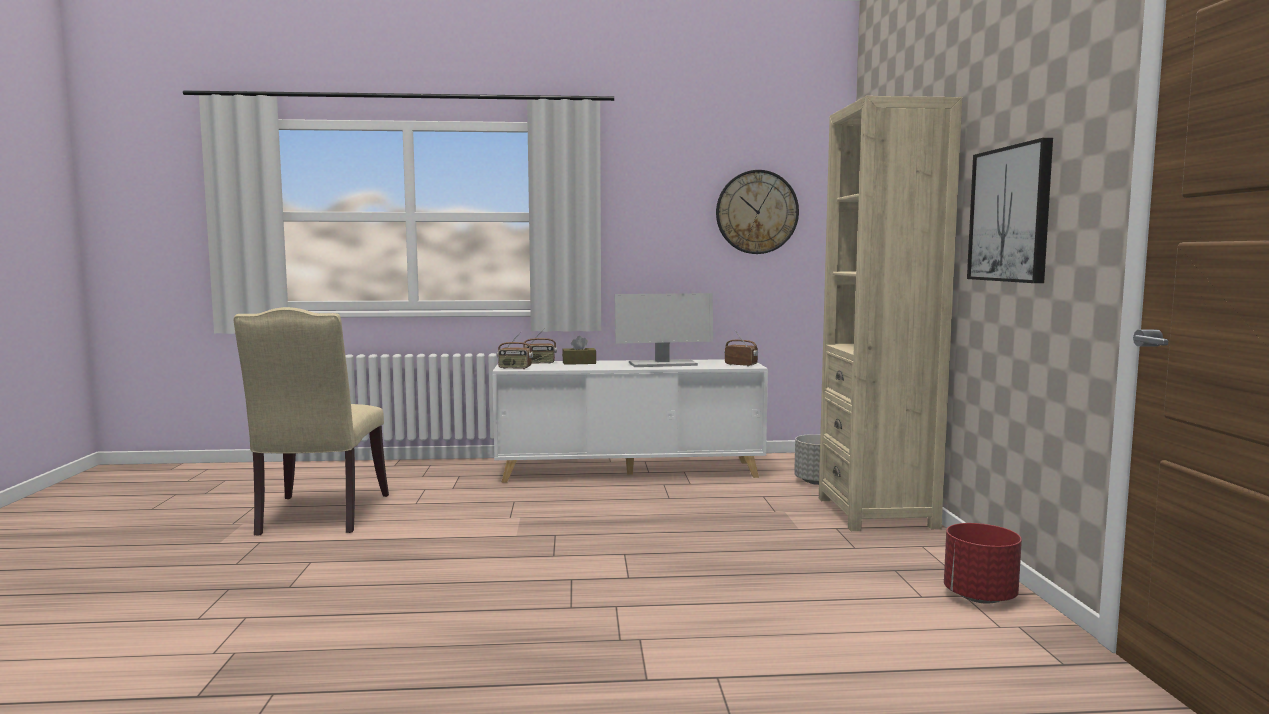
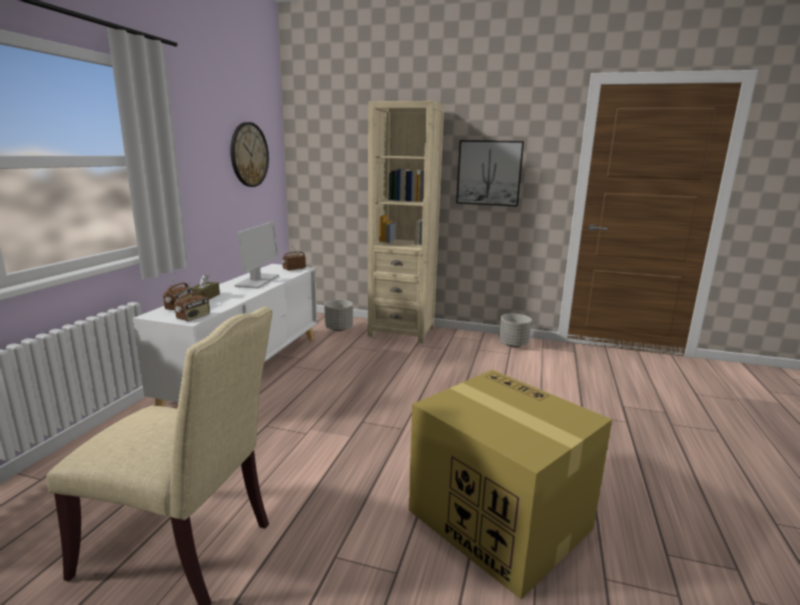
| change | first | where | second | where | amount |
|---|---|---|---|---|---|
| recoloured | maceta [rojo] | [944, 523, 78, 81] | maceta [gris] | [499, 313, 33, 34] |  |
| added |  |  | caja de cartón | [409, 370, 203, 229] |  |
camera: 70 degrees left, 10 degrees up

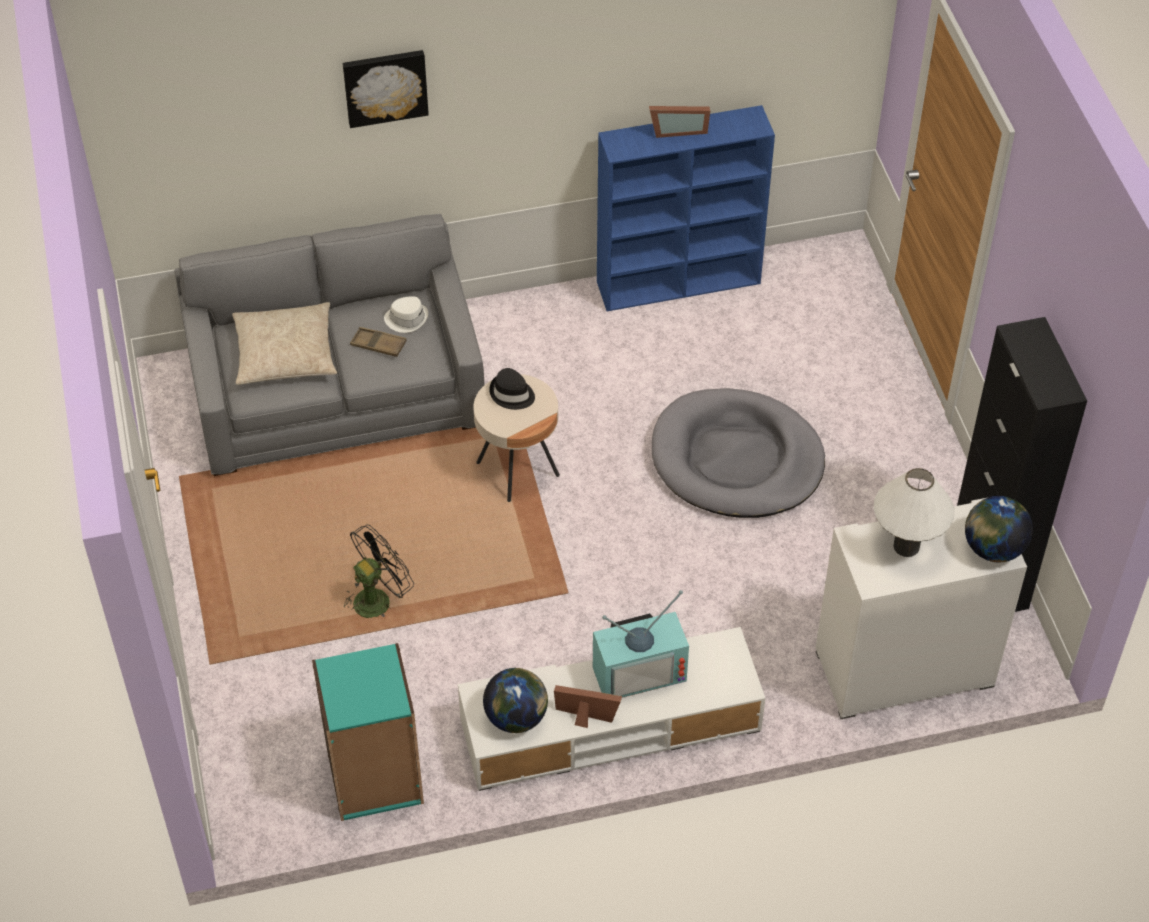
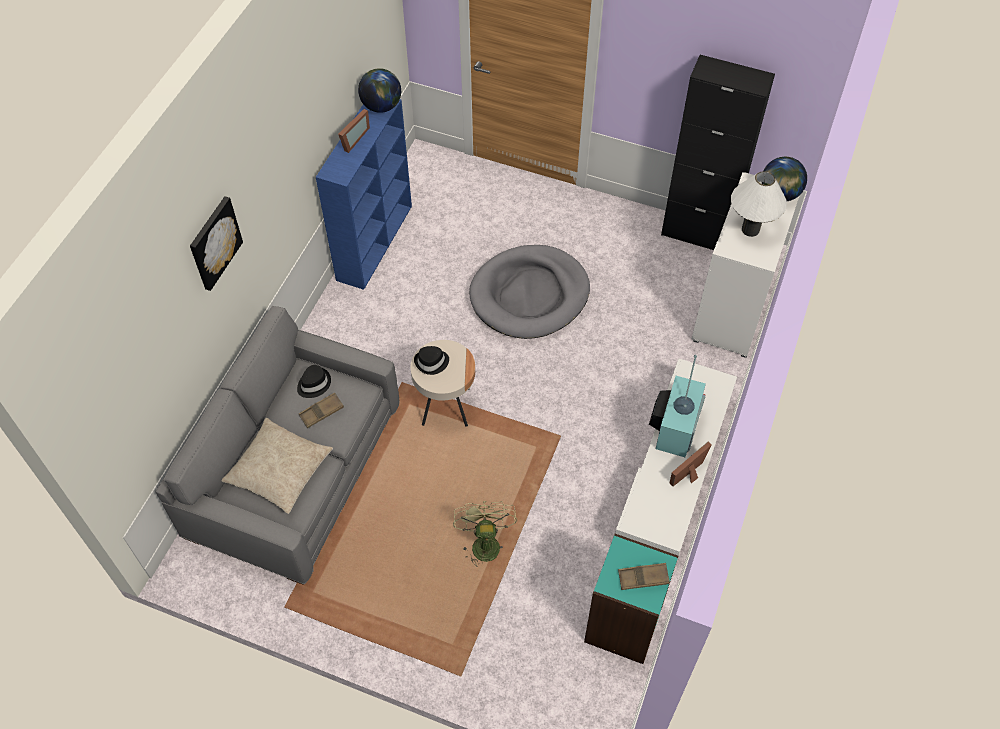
| change | first | where | second | where | amount |
|---|---|---|---|---|---|
| recoloured | ventilador [negro] | [344, 525, 70, 93] | ventilador [verde] | [453, 501, 64, 66] |  |
| recoloured | sombrero [blanco] | [384, 296, 44, 37] | sombrero [negro] | [297, 365, 34, 33] |  |
| moved | globo terráqueo | [483, 668, 65, 65] |  | [358, 68, 43, 45] |  |
| added |  |  | bandeja [marrón] | [618, 563, 52, 27] |  |
camera: 55 degrees left, 5 degrees up

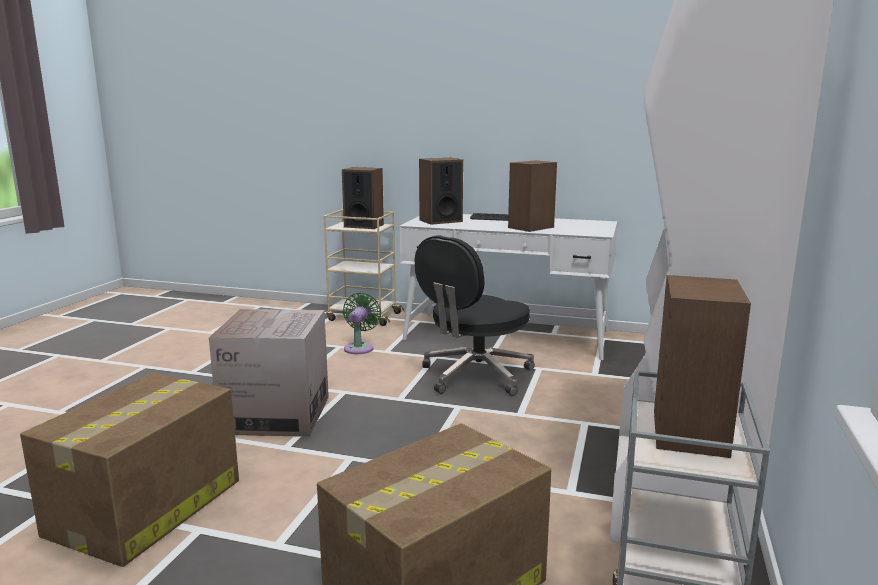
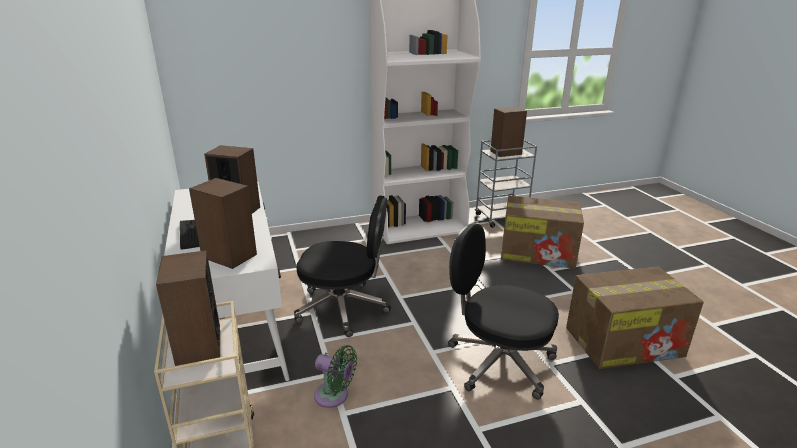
| change | first | where | second | where | amount |
|---|---|---|---|---|---|
| replaced | caja de cartón | [209, 309, 120, 128] | silla de oficina [negro] | [448, 223, 111, 176] |  |
| turned | ventilador [verde] | [343, 293, 38, 61] |  | [314, 345, 43, 63] | 135 degrees counterclockwise |
camera: 125 degrees left, 10 degrees up

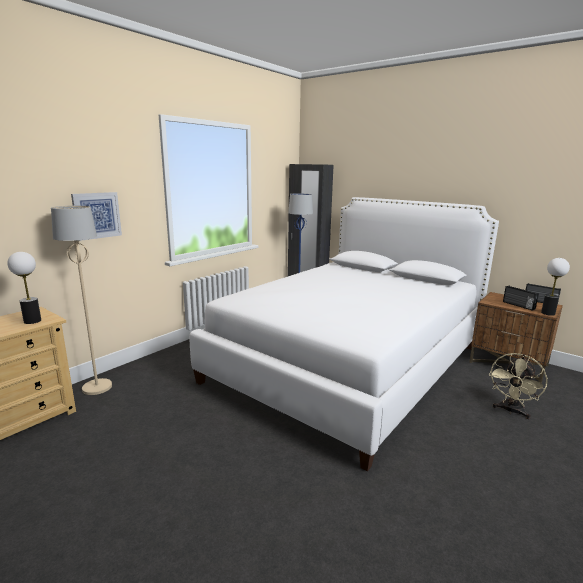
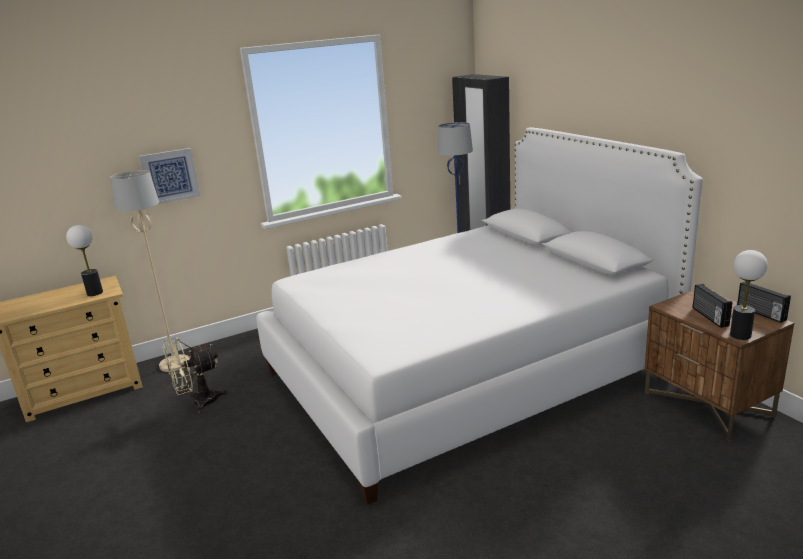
| change | first | where | second | where | amount |
|---|---|---|---|---|---|
| moved | ventilador [beis] | [489, 353, 59, 66] |  | [162, 337, 65, 76] |  |
camera: 25 degrees right, 5 degrees up

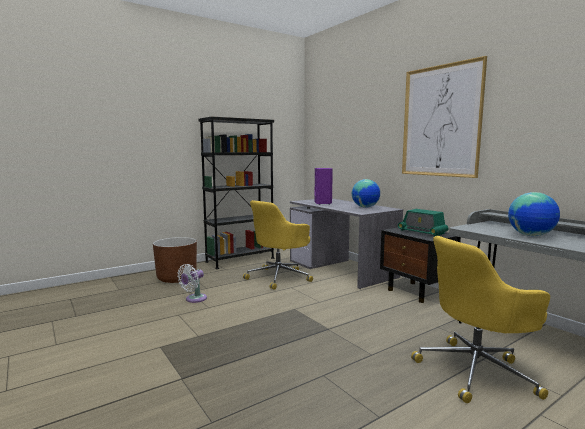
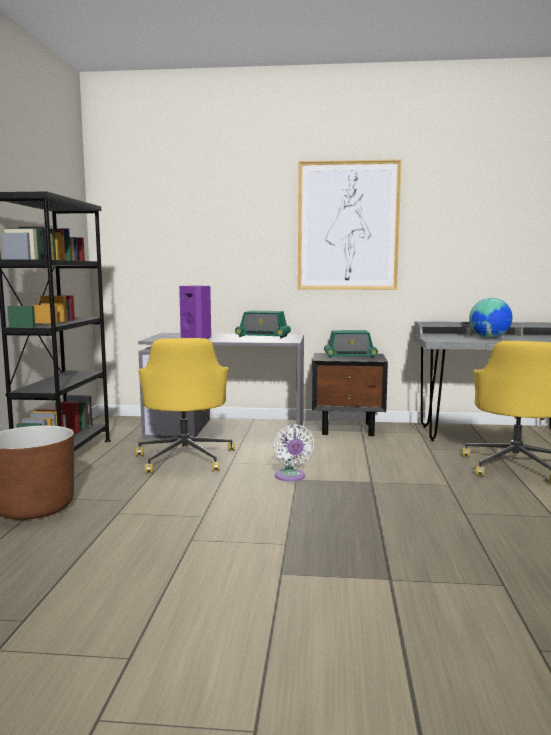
| change | first | where | second | where | amount |
|---|---|---|---|---|---|
| moved | ventilador [blanco] | [177, 264, 30, 39] |  | [273, 424, 41, 57] |  |
| replaced | globo terráqueo | [352, 179, 28, 29] | radio | [235, 311, 56, 27] |  |
camera: 50 degrees left, 0 degrees up

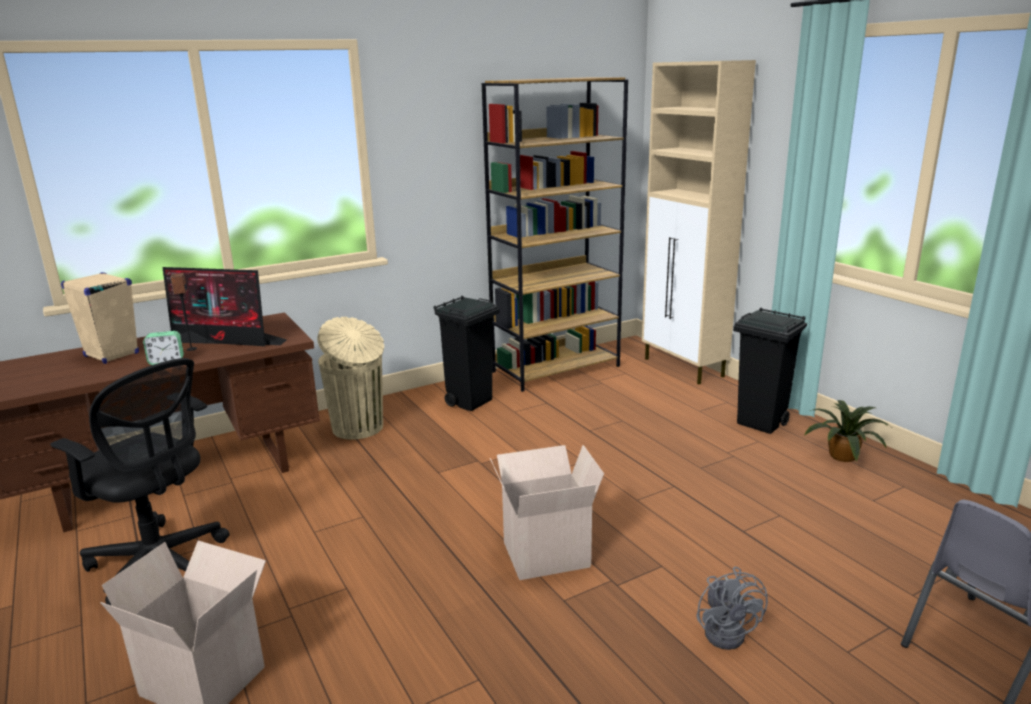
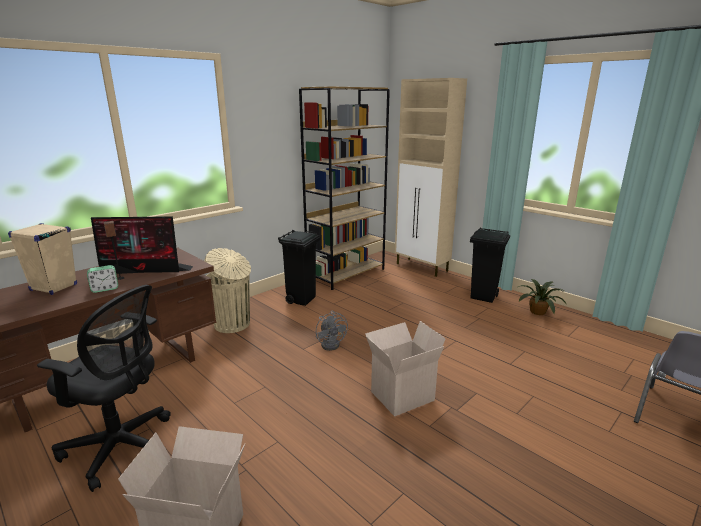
| change | first | where | second | where | amount |
|---|---|---|---|---|---|
| moved | ventilador [gris] | [696, 566, 72, 84] |  | [316, 311, 32, 40] |  |
camera: 15 degrees left, 0 degrees up

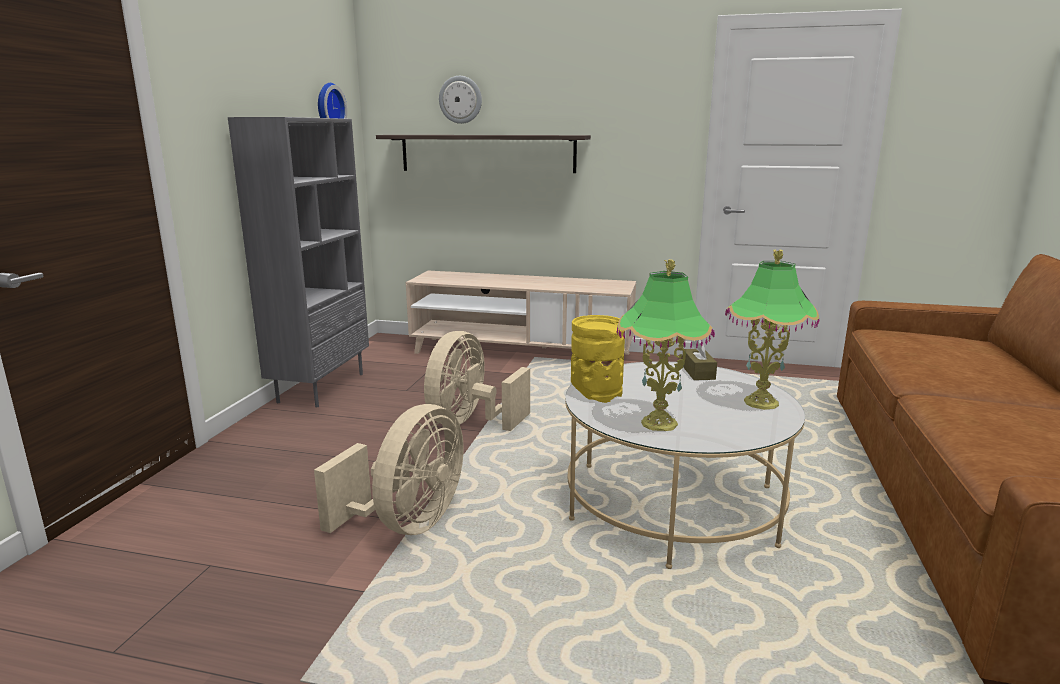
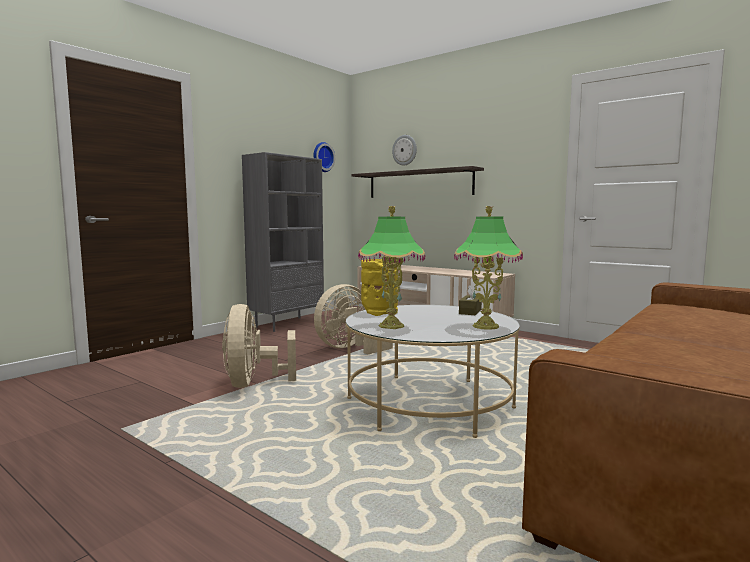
| change | first | where | second | where | amount |
|---|---|---|---|---|---|
| turned | ventilador [beis] | [314, 404, 150, 131] |  | [222, 304, 74, 84] | 120 degrees clockwise |
camera: 25 degrees right, 10 degrees down

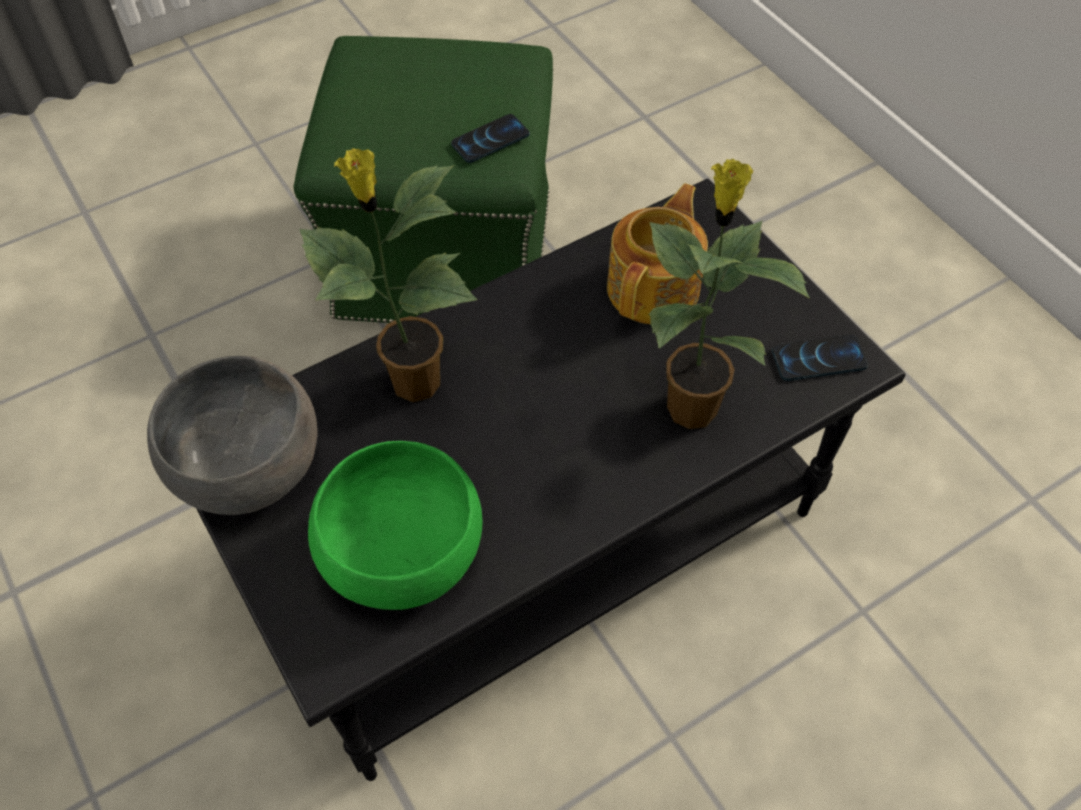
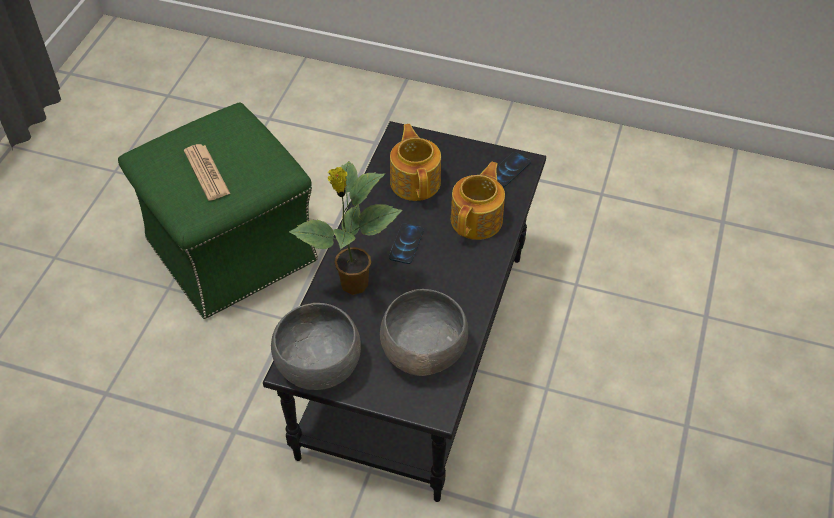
| change | first | where | second | where | amount |
|---|---|---|---|---|---|
| recoloured | cuenco [verde] | [308, 441, 175, 169] | cuenco [gris] | [380, 289, 88, 87] |  |
| moved | móvil | [451, 114, 79, 49] |  | [389, 223, 35, 41] |  |
| replaced | planta en maceta | [649, 159, 161, 270] | tetera | [451, 161, 54, 79] |  |
| added |  |  | periódico | [184, 144, 46, 56] |  |
camera: 40 degrees left, 5 degrees down

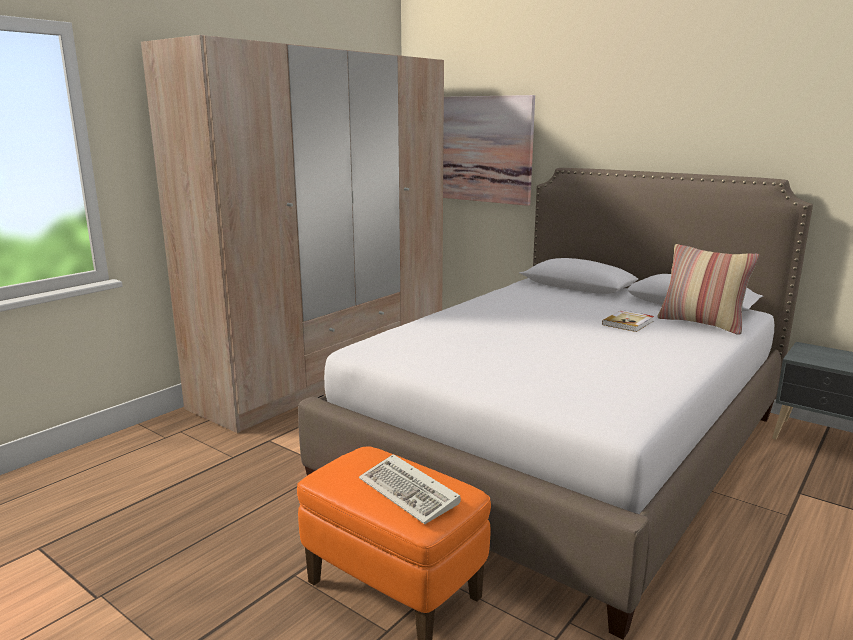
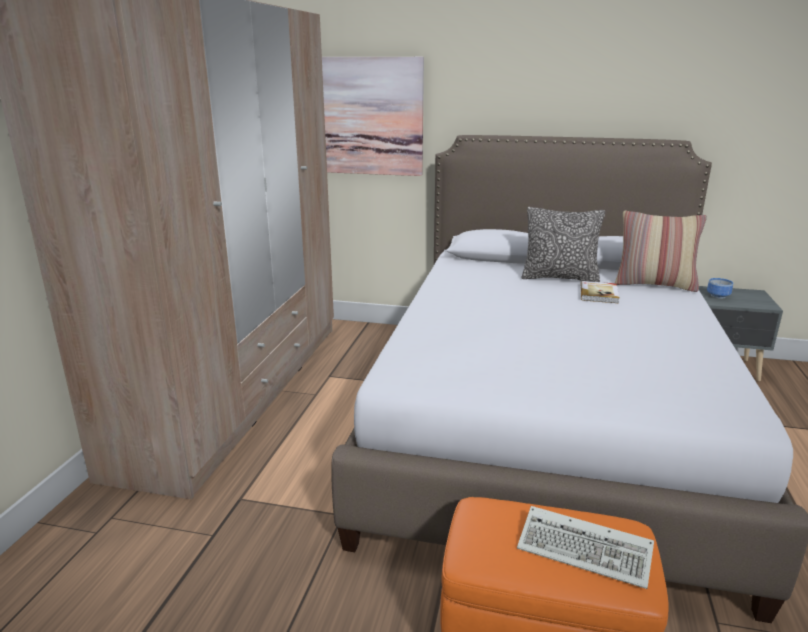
| change | first | where | second | where | amount |
|---|---|---|---|---|---|
| added |  |  | cojín | [521, 207, 84, 75] |  |
| added |  |  | cuenco | [707, 278, 26, 21] |  |
camera: 25 degrees left, 5 degrees up

